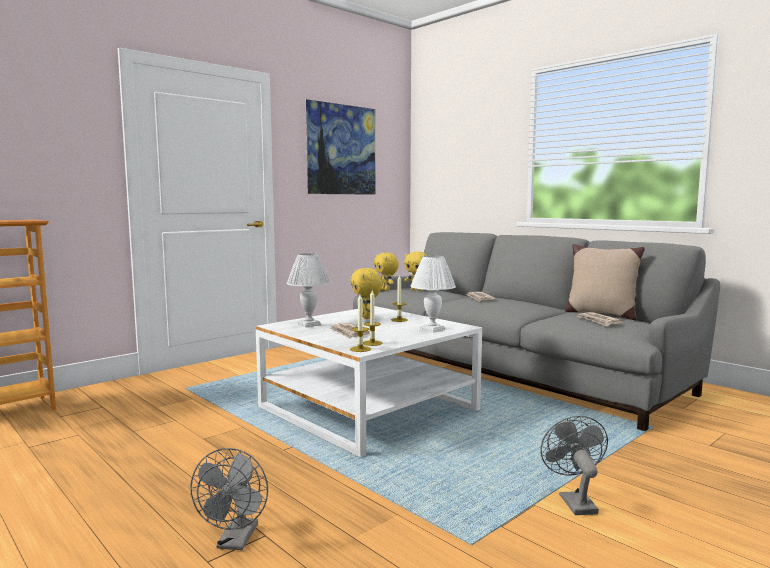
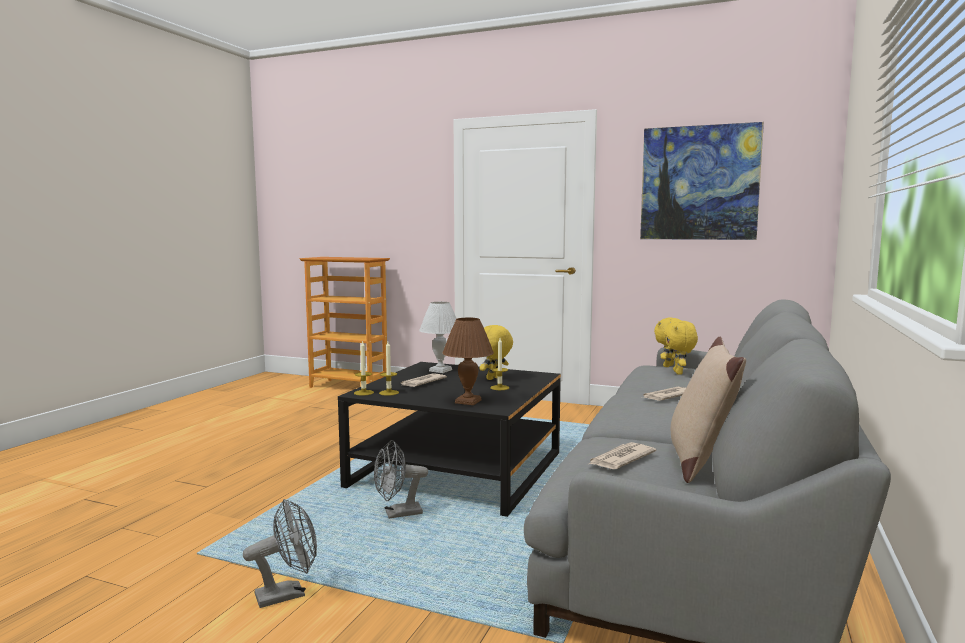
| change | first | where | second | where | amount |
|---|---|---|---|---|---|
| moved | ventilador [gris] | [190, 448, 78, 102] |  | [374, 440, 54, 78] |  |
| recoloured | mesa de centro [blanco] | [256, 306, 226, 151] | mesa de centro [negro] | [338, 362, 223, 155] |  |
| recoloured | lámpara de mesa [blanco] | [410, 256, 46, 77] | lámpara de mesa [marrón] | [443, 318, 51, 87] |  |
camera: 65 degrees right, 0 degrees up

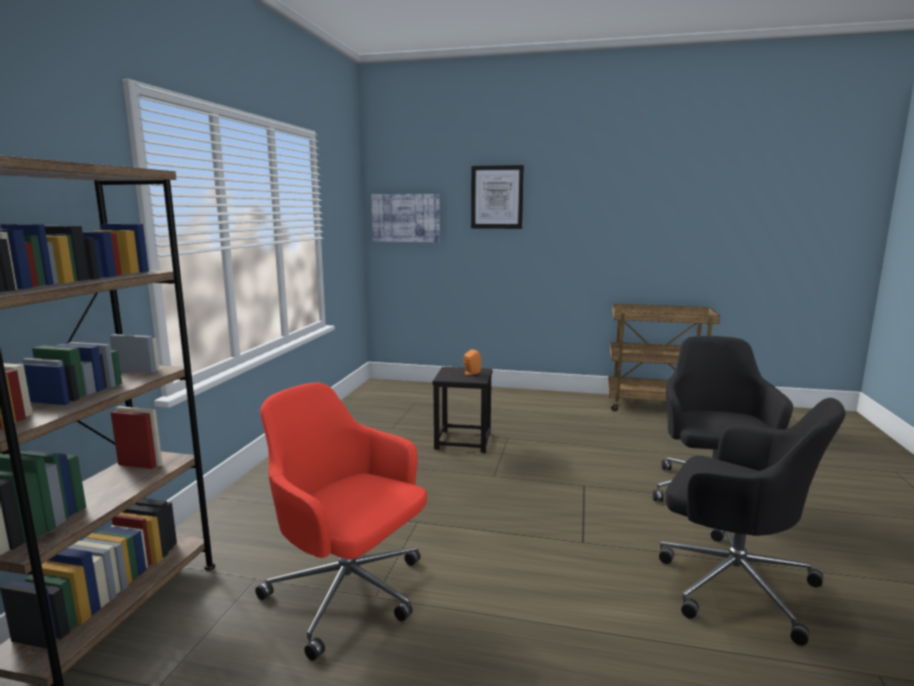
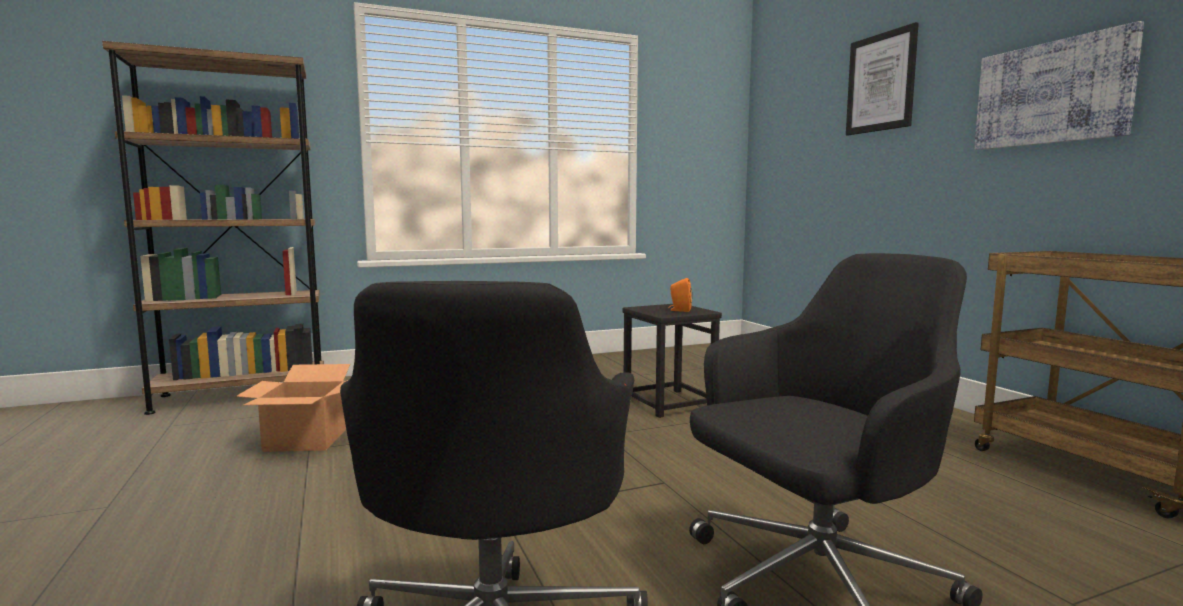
| change | first | where | second | where | amount |
|---|---|---|---|---|---|
| replaced | silla de oficina [rojo] | [255, 382, 172, 279] | caja de cartón | [236, 364, 114, 88] |  |
| moved | cuadro | [371, 194, 69, 49] |  | [974, 21, 170, 129] |  |
camera: 55 degrees right, 5 degrees down

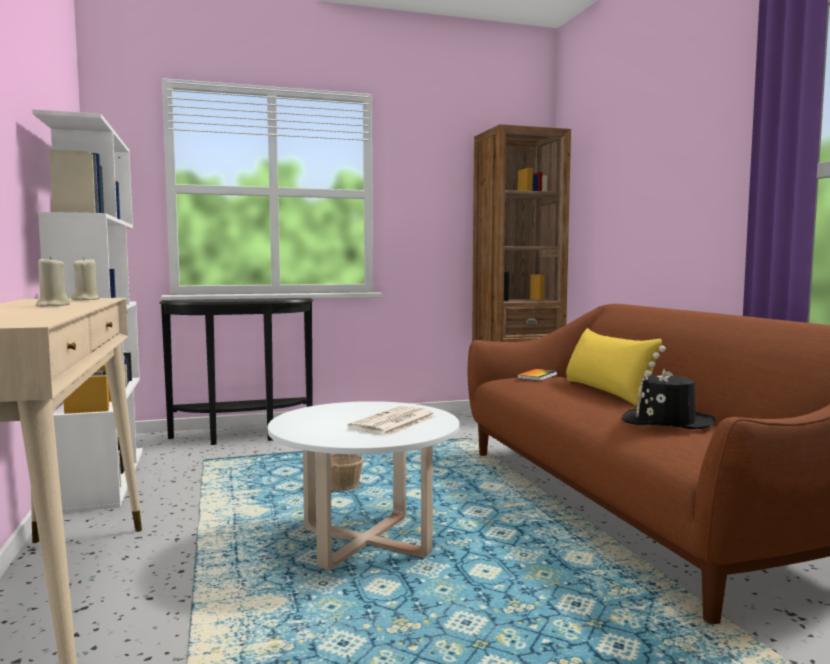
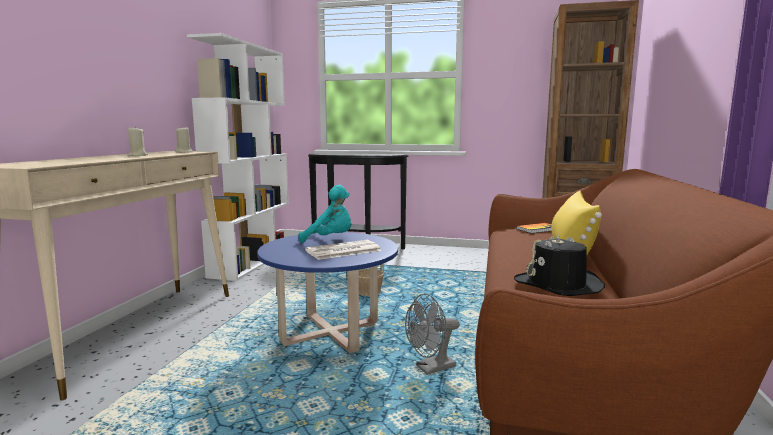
| change | first | where | second | where | amount |
|---|---|---|---|---|---|
| recoloured | mesa de centro [blanco] | [268, 401, 191, 170] | mesa de centro [azul] | [257, 232, 141, 121] |  |
| added |  |  | peluche [turquesa] | [299, 185, 53, 58] |  |
| added |  |  | ventilador [gris] | [405, 294, 55, 81] |  |
camera: 30 degrees right, 5 degrees up

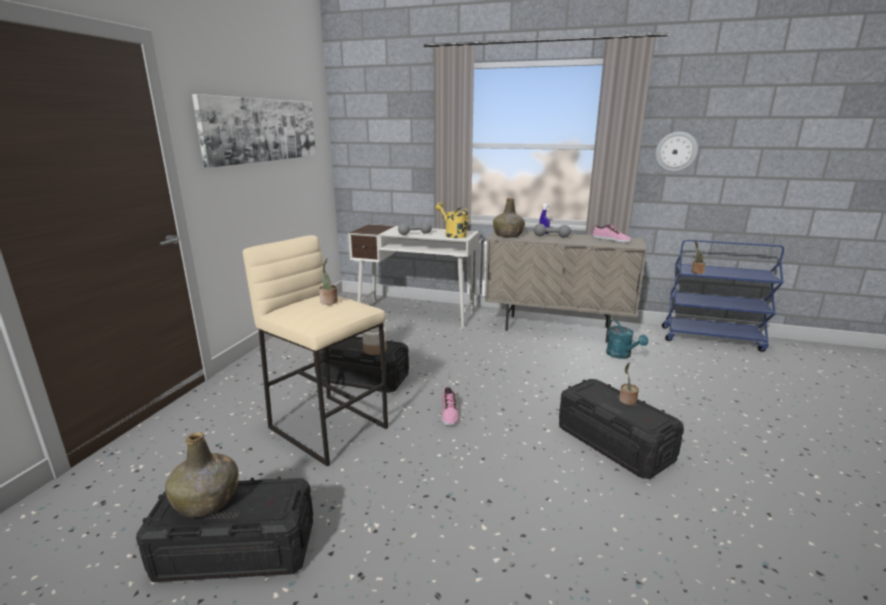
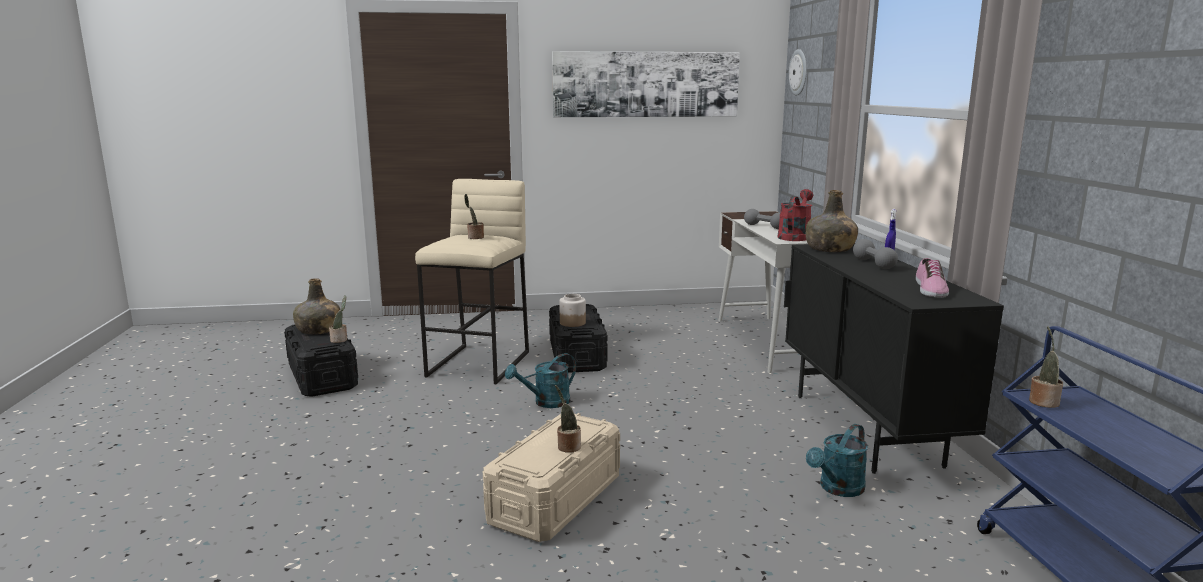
| change | first | where | second | where | amount |
|---|---|---|---|---|---|
| recoloured | regadera [amarillo] | [436, 203, 33, 35] | regadera [rojo] | [777, 189, 36, 52] |  |
| replaced | zapato | [441, 386, 18, 40] | regadera [turquesa] | [505, 353, 71, 55] |  |
| recoloured | armario [beis] | [485, 231, 162, 112] | armario [negro] | [784, 243, 220, 231] |  |
| recoloured | caja de almacenaje [negro] | [559, 379, 125, 100] | caja de almacenaje [beis] | [483, 413, 137, 129] |  |
| moved | reloj de pared | [655, 132, 43, 40] |  | [789, 49, 18, 47] |  |
| added |  |  | planta en maceta | [329, 295, 18, 48] |  |
camera: 65 degrees right, 5 degrees down

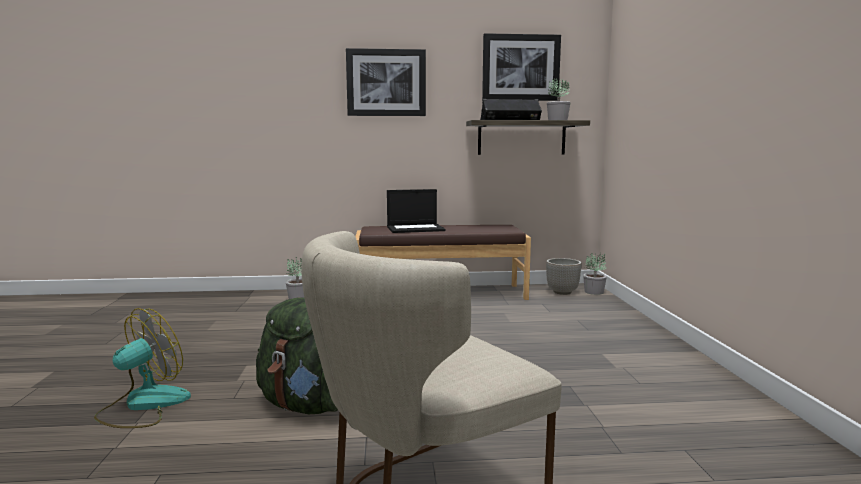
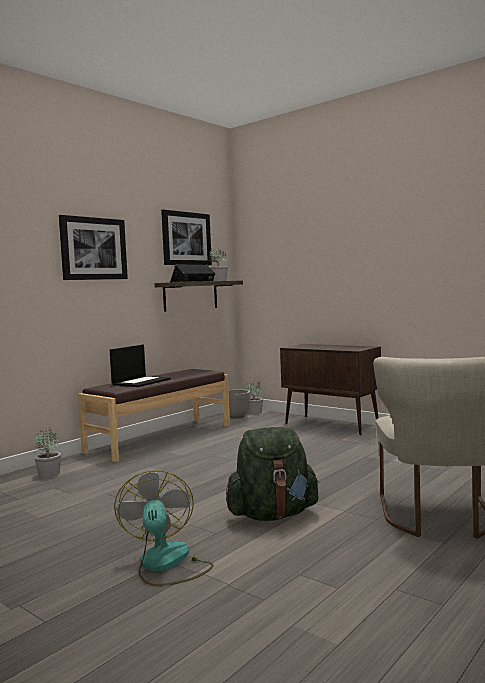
| change | first | where | second | where | amount |
|---|---|---|---|---|---|
| added |  |  | armario [marrón] | [280, 344, 101, 91] |  |
camera: 45 degrees left, 5 degrees down

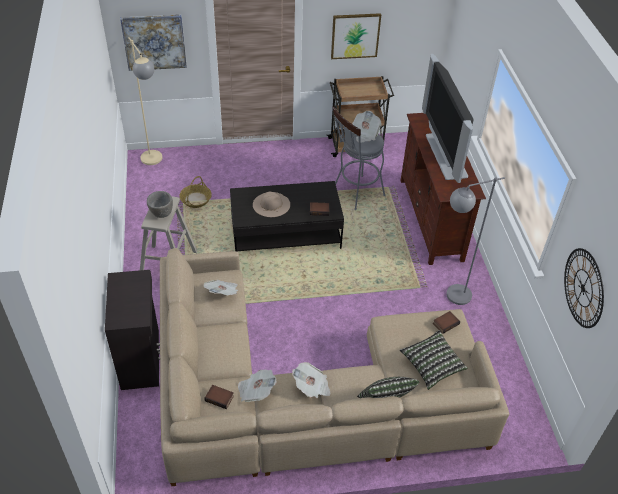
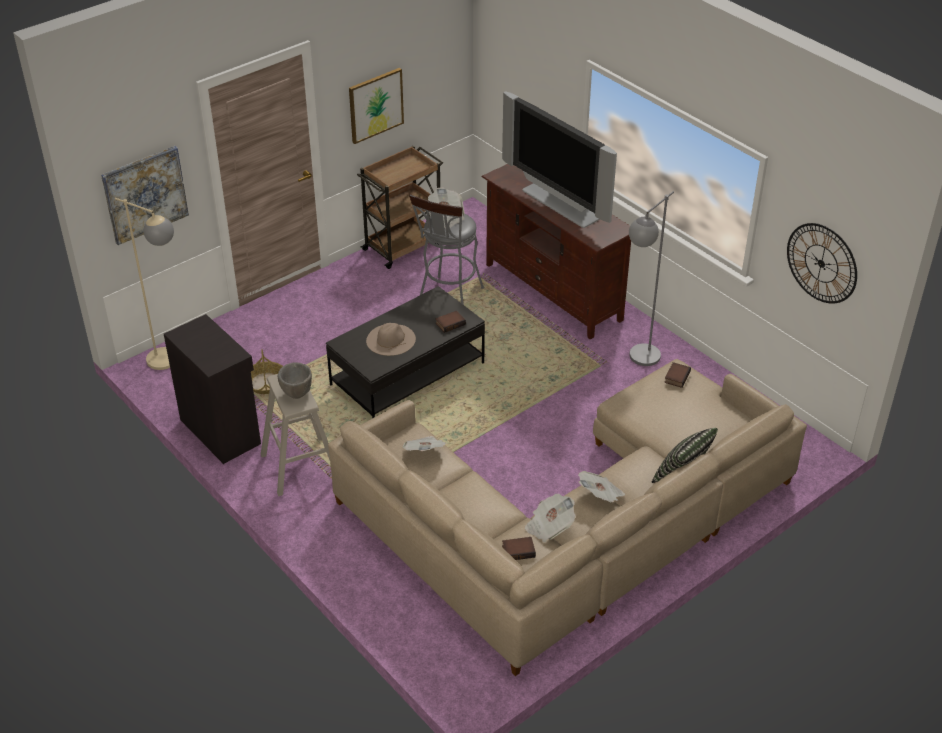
| change | first | where | second | where | amount |
|---|---|---|---|---|---|
| moved | armario [negro] | [105, 270, 55, 120] |  | [164, 314, 97, 150] |  |
| removed | cojín | [400, 330, 68, 60] |  |  |  |
camera: 30 degrees left, 5 degrees down

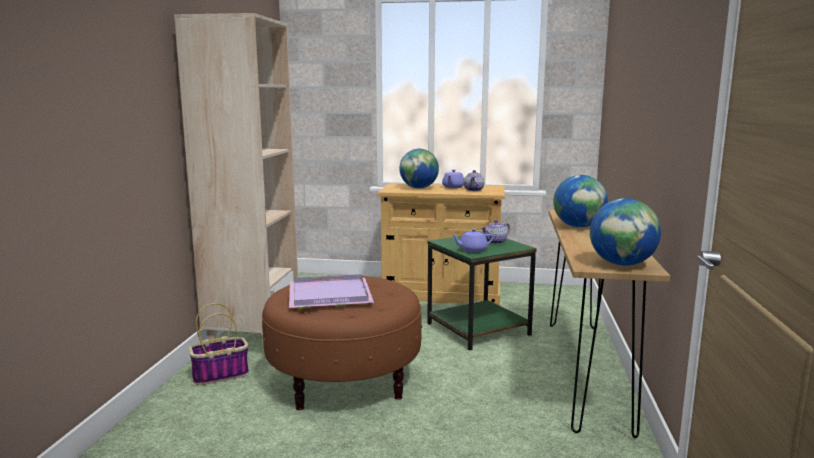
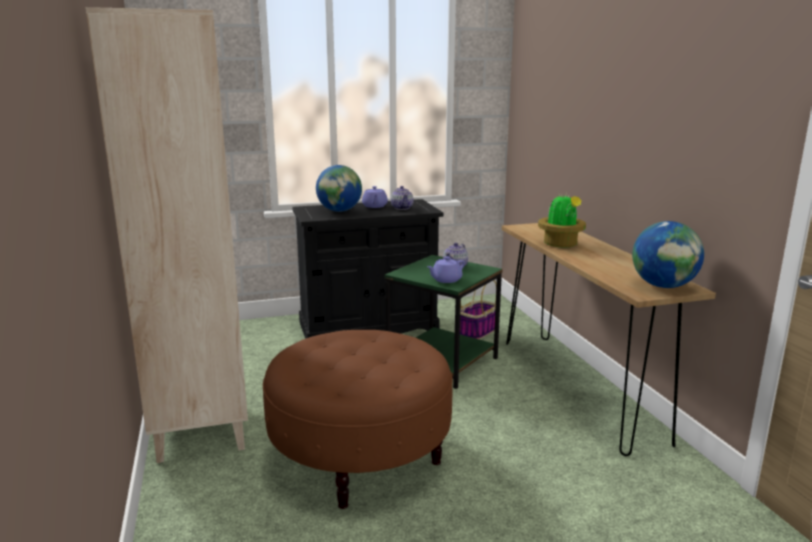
| change | first | where | second | where | amount |
|---|---|---|---|---|---|
| moved | cesta | [189, 303, 60, 82] |  | [460, 280, 37, 59] |  |
| removed | bandeja [morado] | [289, 274, 85, 35] |  |  |  |
| recoloured | armario [beis] | [377, 183, 128, 123] | armario [negro] | [292, 199, 151, 140] |  |
| replaced | globo terráqueo | [553, 175, 55, 53] | planta en maceta | [538, 191, 48, 56] |  |
camera: 25 degrees left, 5 degrees up

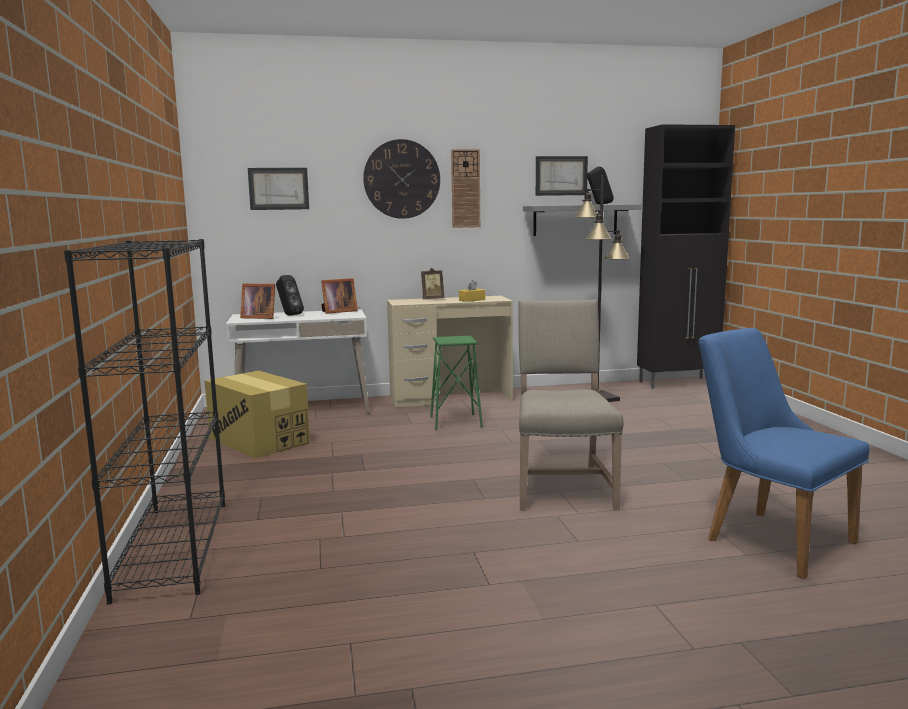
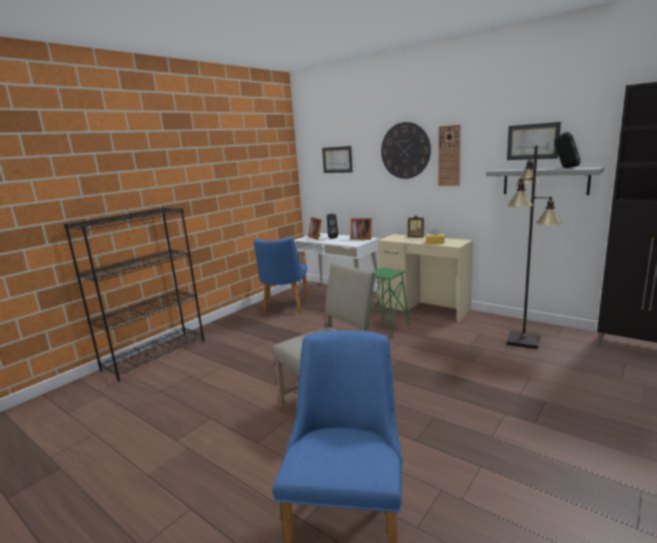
| change | first | where | second | where | amount |
|---|---|---|---|---|---|
| replaced | caja de cartón | [204, 371, 106, 88] | silla [azul] | [254, 237, 54, 78] |  |
camera: 50 degrees right, 5 degrees up

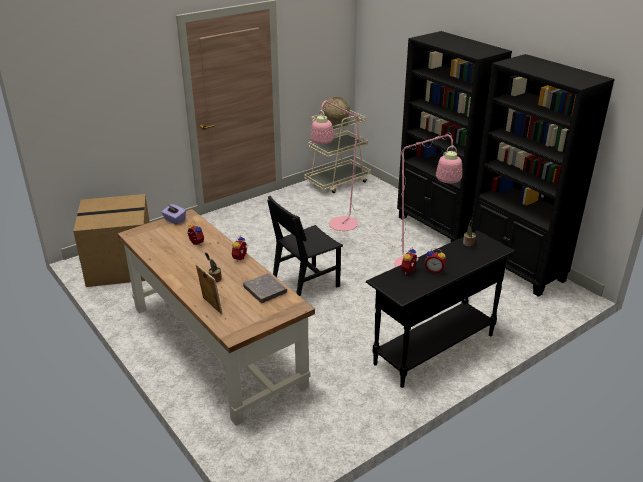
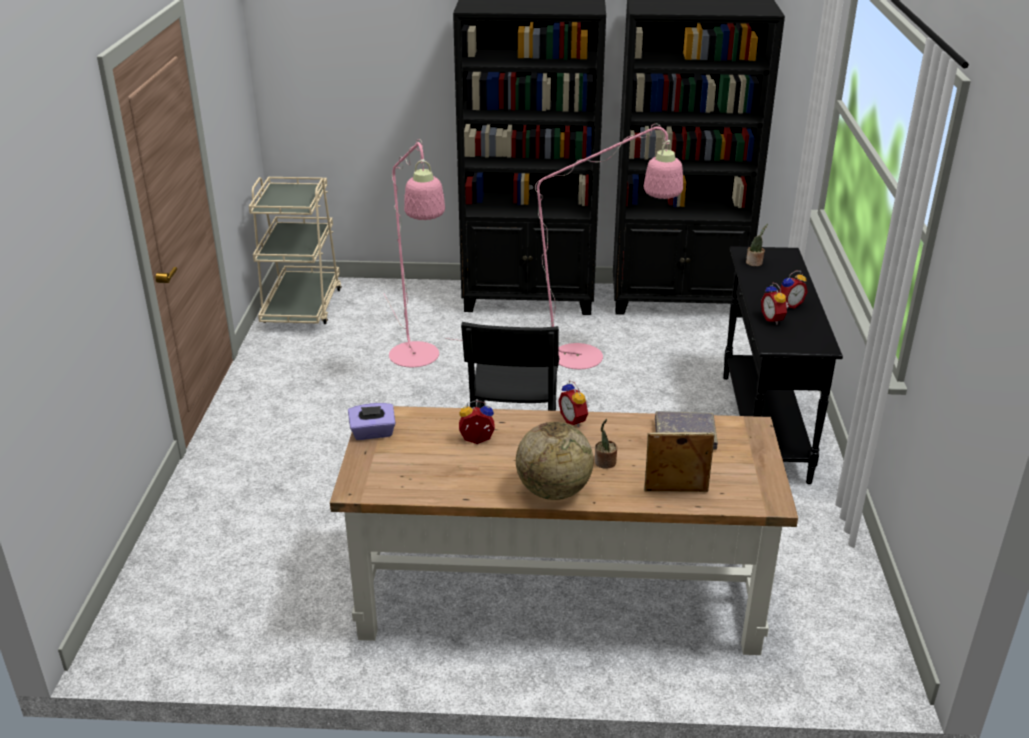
| change | first | where | second | where | amount |
|---|---|---|---|---|---|
| removed | caja de cartón | [73, 194, 77, 93] |  |  |  |
| moved | globo terráqueo | [323, 97, 27, 27] |  | [516, 422, 77, 78] |  |
camera: 50 degrees left, 0 degrees up

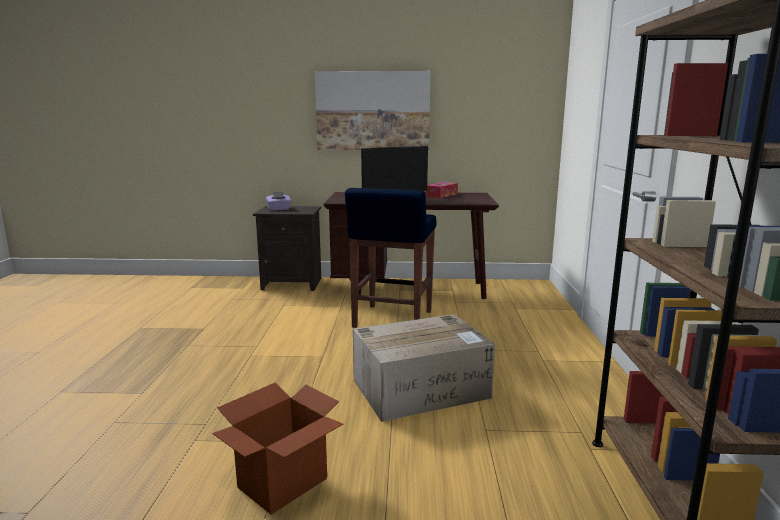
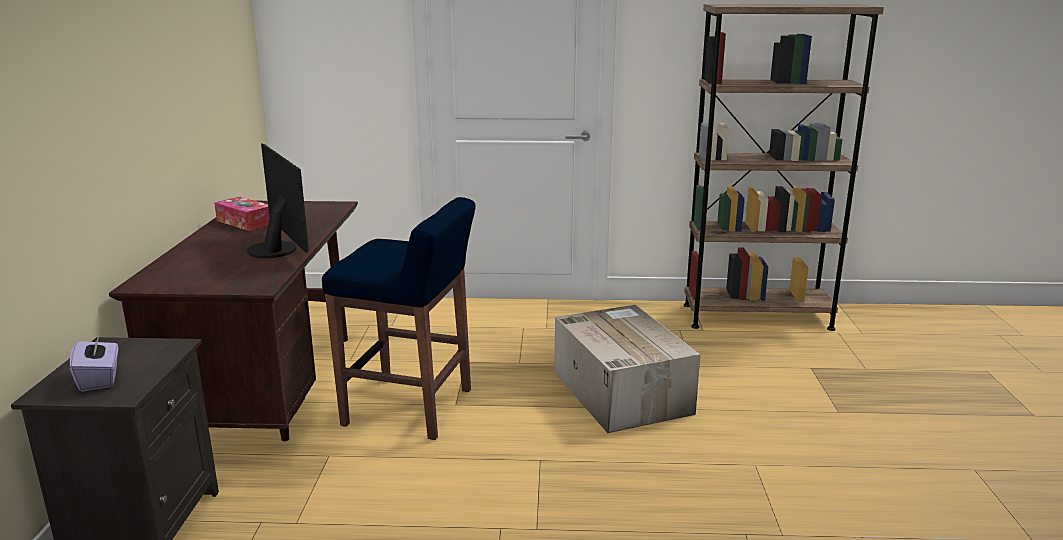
| change | first | where | second | where | amount |
|---|---|---|---|---|---|
| removed | caja de cartón | [212, 382, 131, 133] |  |  |  |
| removed | cuadro | [315, 71, 115, 79] |  |  |  |
camera: 90 degrees left, 5 degrees up

